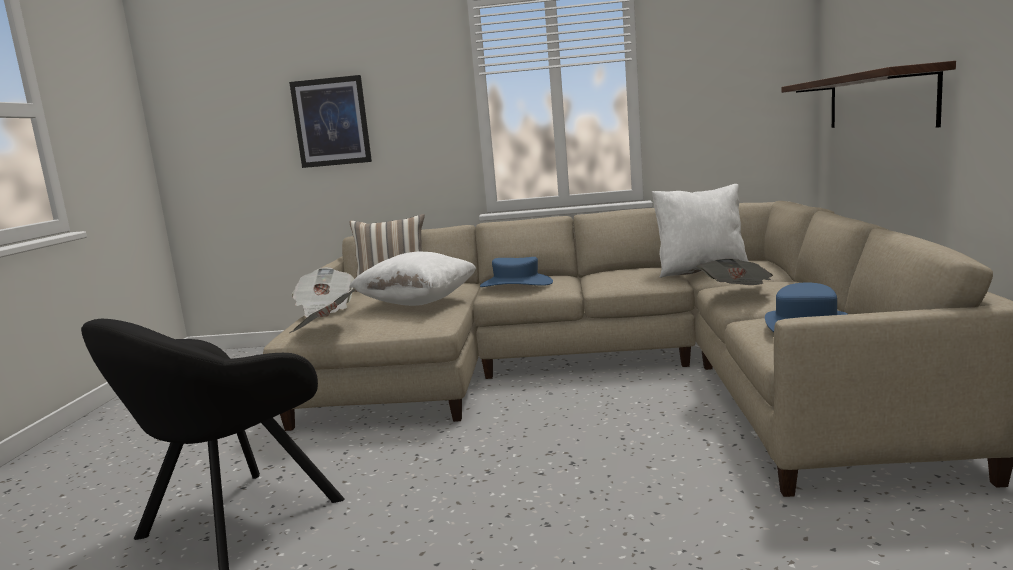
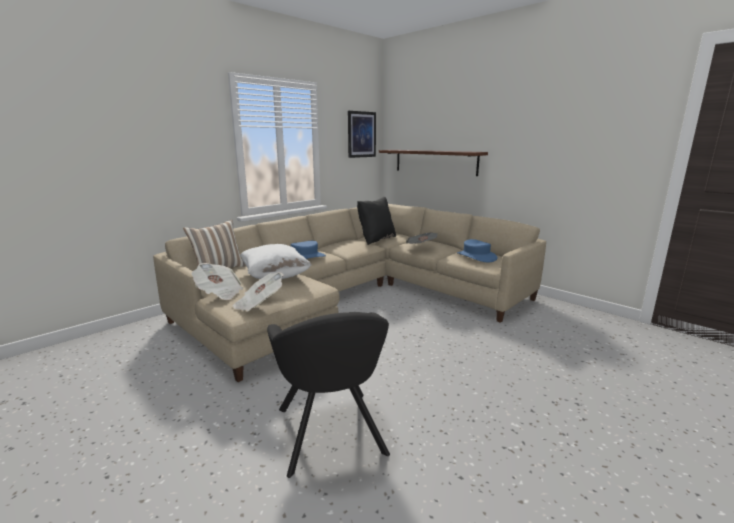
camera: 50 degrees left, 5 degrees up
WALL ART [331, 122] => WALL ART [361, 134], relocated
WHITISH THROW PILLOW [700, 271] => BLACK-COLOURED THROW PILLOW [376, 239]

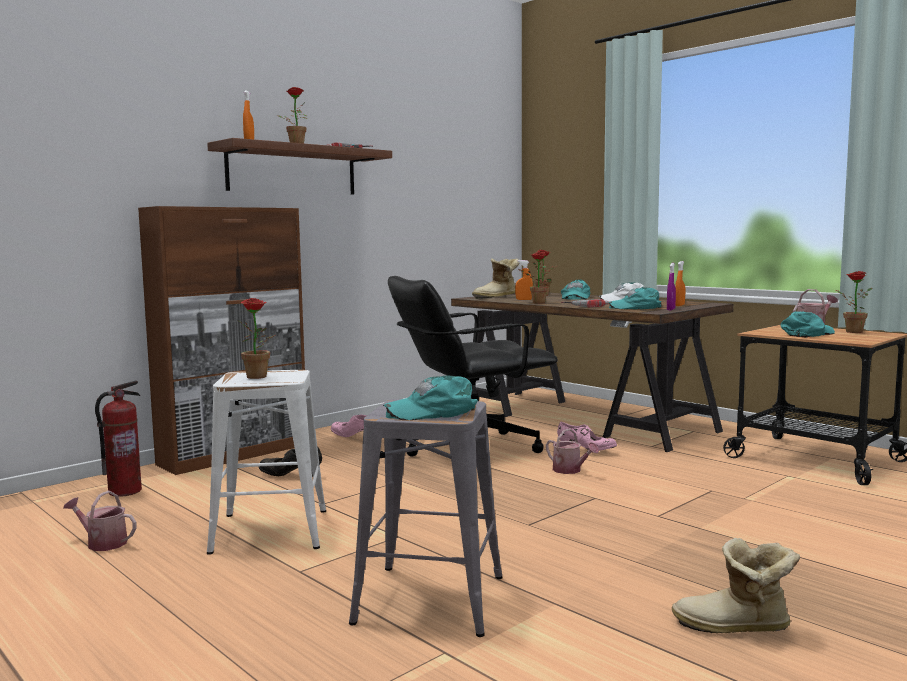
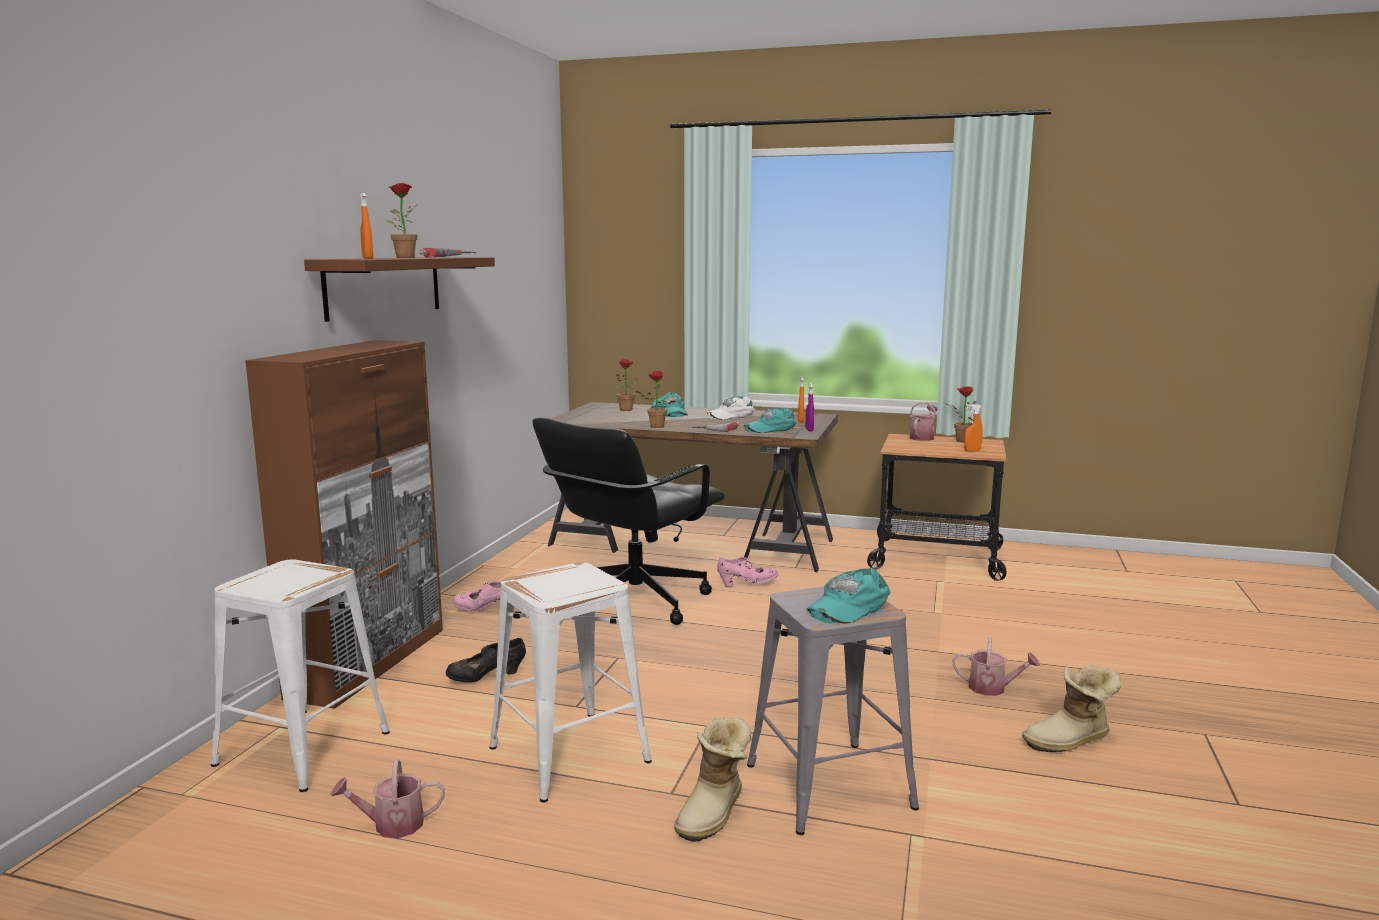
camera: 30 degrees left, 5 degrees up
FIRE EXTINGUISHER [125, 491] => WHITISH SITTING STOOL [302, 747]
POTTED PLANT [259, 377] => nothing
TALL BOOT [497, 297] => TALL BOOT [715, 813], relocated
ORANGE HAND SPRAYER [523, 300] => ORANGE HAND SPRAYER [972, 451], relocated
WATERING POT [570, 470] => WATERING POT [992, 688], relocated
TURQUOISE-COLOURED PEAKED CAP [807, 333] => nothing

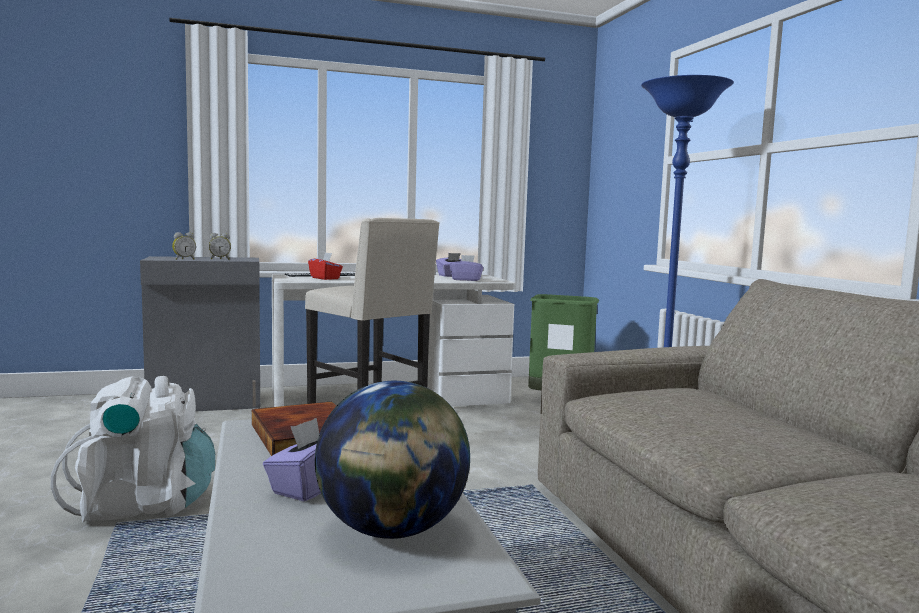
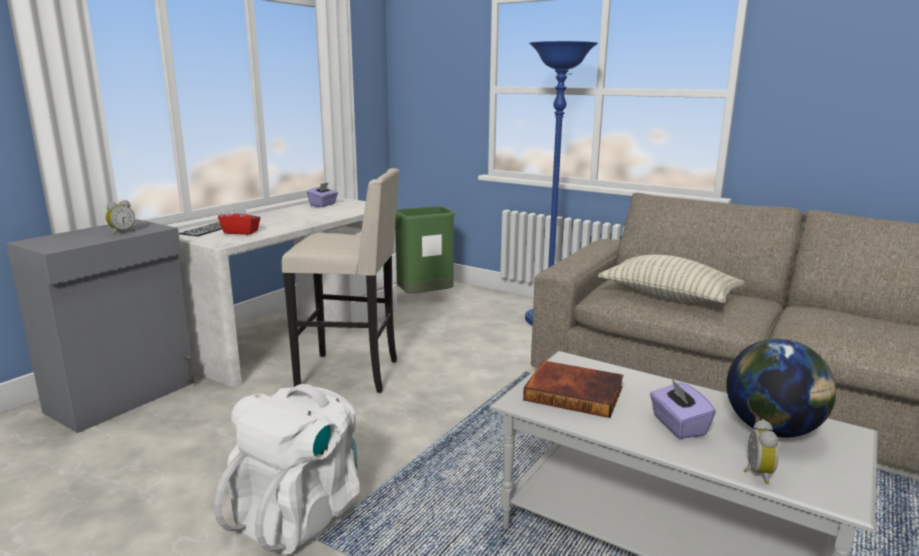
camera: 40 degrees left, 10 degrees up
TABLE CLOCK [184, 259] => TABLE CLOCK [755, 473], relocated
PURPLE-COLOURED TISSUE BOX [466, 280] => nothing
nothing => THROW PILLOW [668, 296]

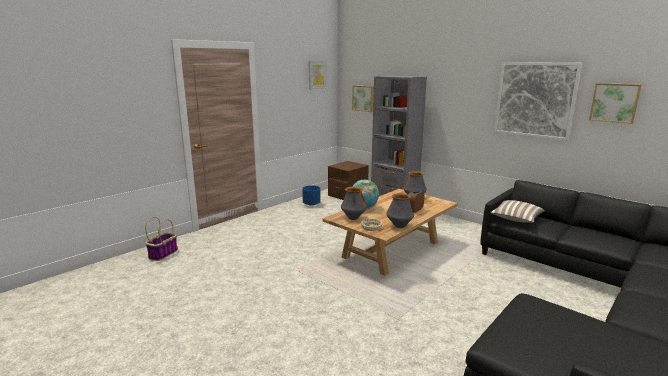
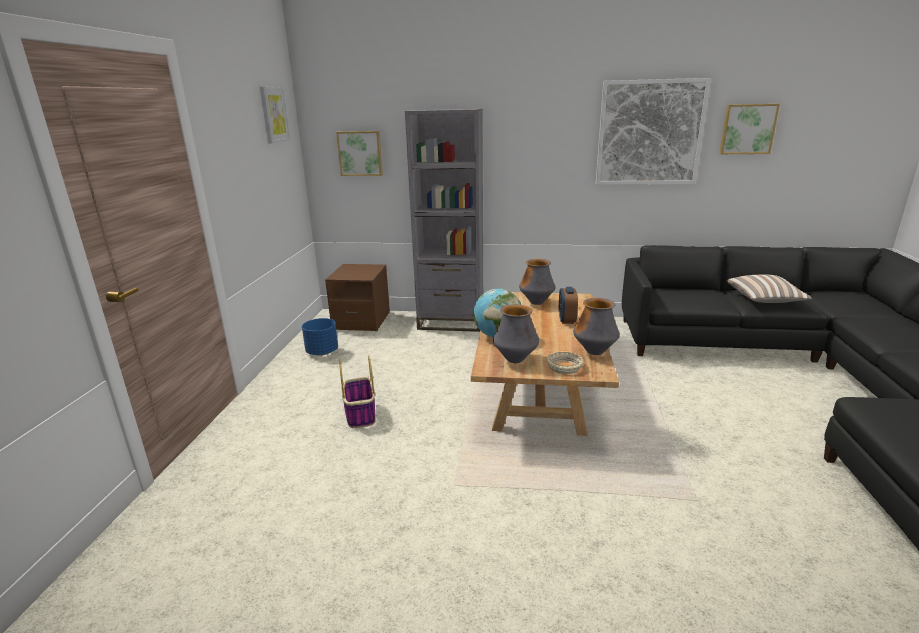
camera: 35 degrees left, 5 degrees up
STORAGE BASKET [163, 254] => STORAGE BASKET [360, 414], relocated
THROW PILLOW [516, 219] => THROW PILLOW [765, 300], relocated

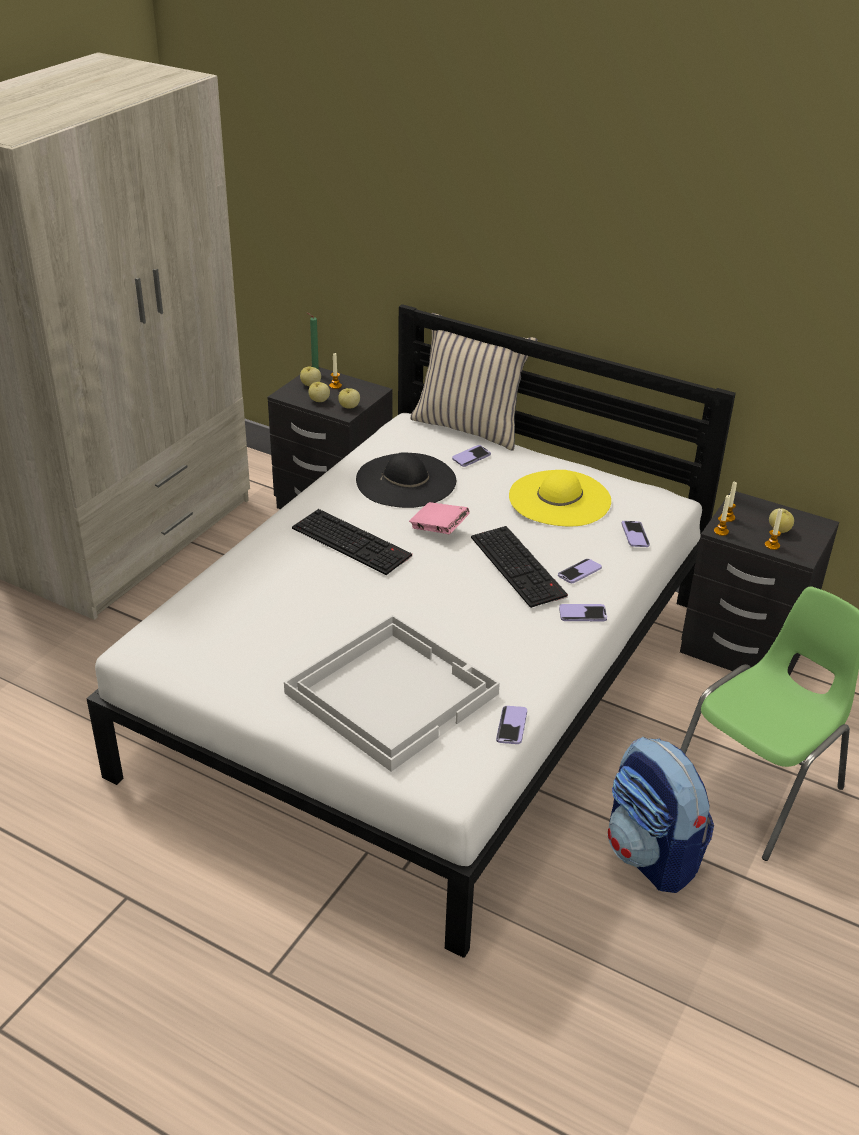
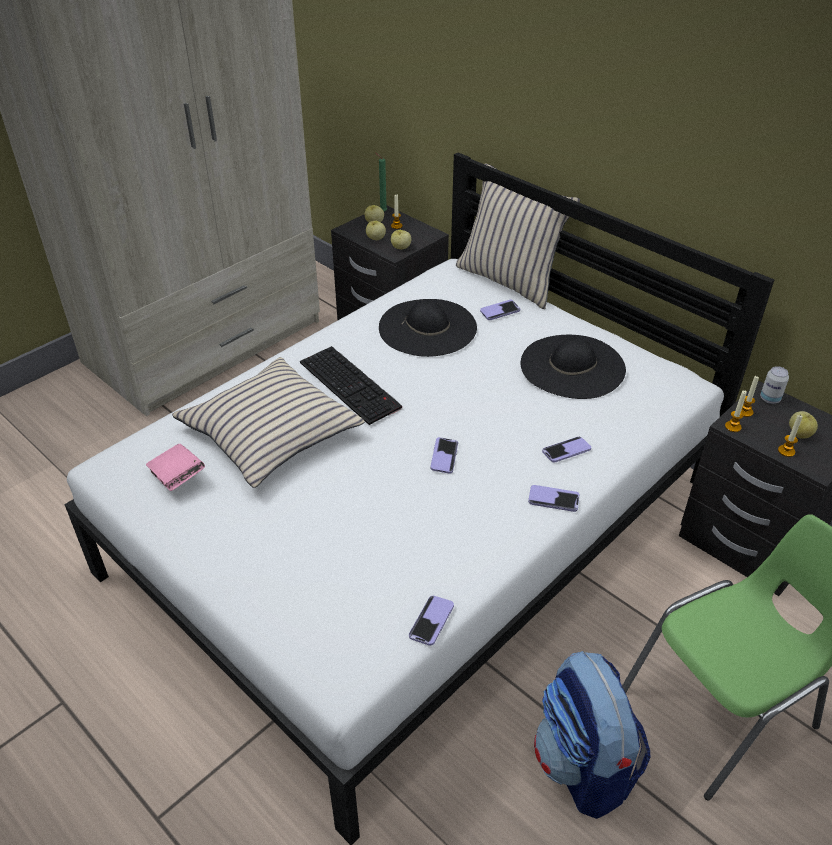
camera: 15 degrees right, 5 degrees up
WHITISH SERVING TRAY [391, 692] => nothing
PINK-COLOURED BOUND BOOK [438, 529] => PINK-COLOURED BOUND BOOK [178, 477], relocated
KEYBOARD [520, 567] => nothing
YELLOW-COLOURED HAT [559, 498] => BLACK-COLOURED HAT [572, 366]
PHONE [635, 535] => PHONE [444, 456], relocated
nothing => BEIGE-COLOURED THROW PILLOW [270, 433]
nothing => METAL CAN [769, 399]

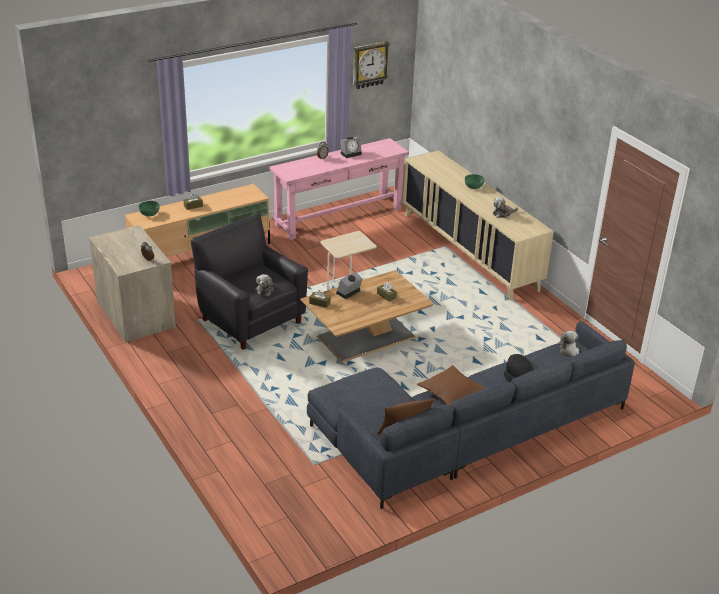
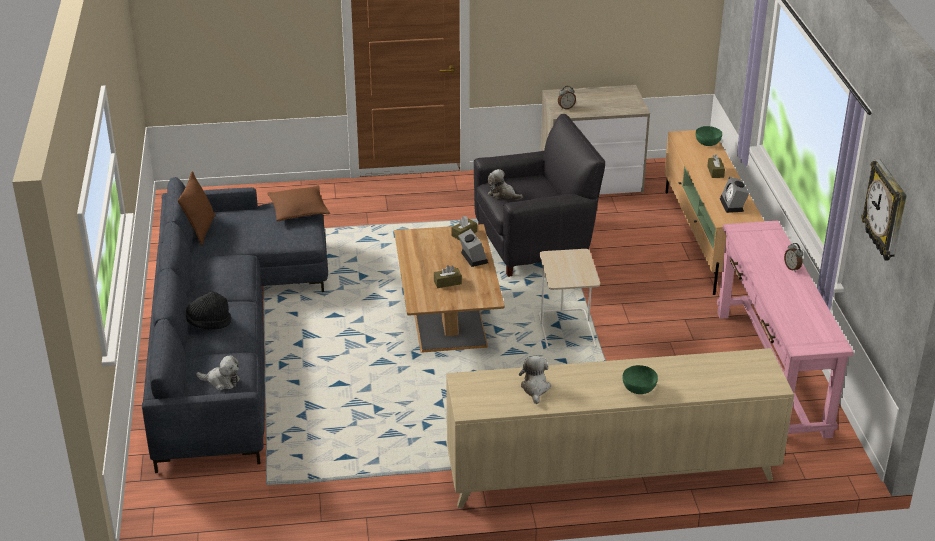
camera: 115 degrees right, 0 degrees up
TABLE CLOCK [351, 153] => TABLE CLOCK [733, 205], relocated
BROWNISH THROW PILLOW [450, 392] => BROWNISH THROW PILLOW [298, 210], relocated

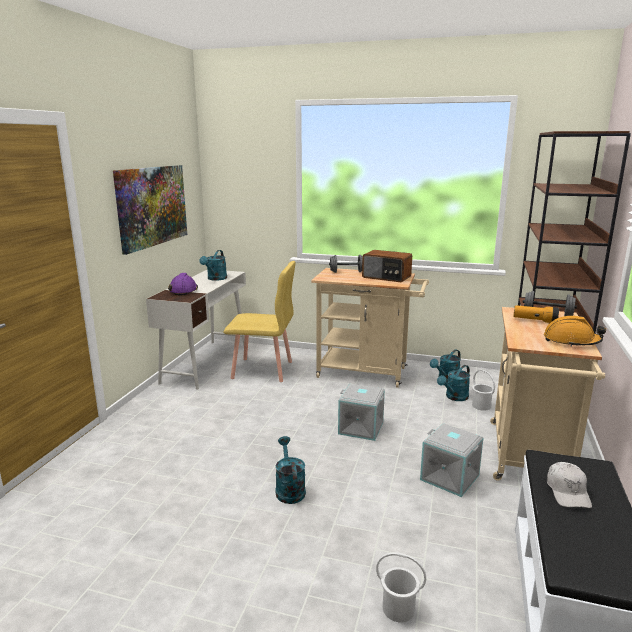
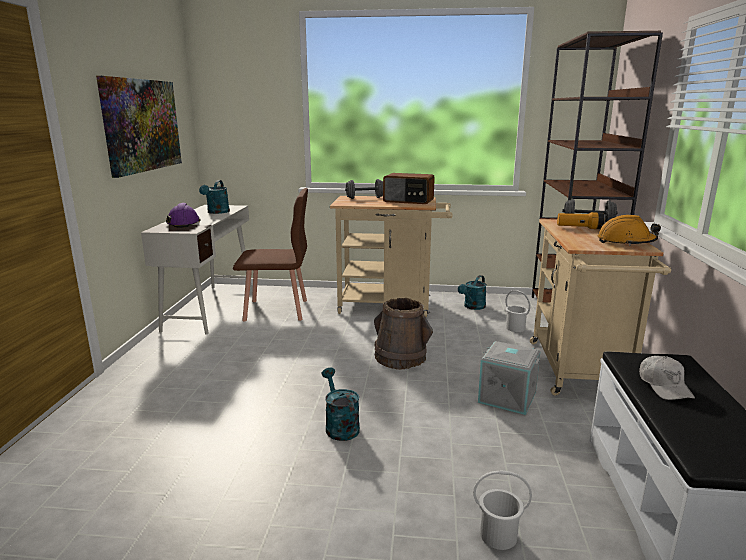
camera: 10 degrees left, 0 degrees up
YELLOW-COLOURED PLAIN CHAIR [263, 370] => BROWNISH PLAIN CHAIR [277, 310]
GRAY STORAGE BIN [361, 427] => BROWNISH BUCKET [400, 357]
TURQUOISE-COLOURED WATERING POT [454, 397] => nothing

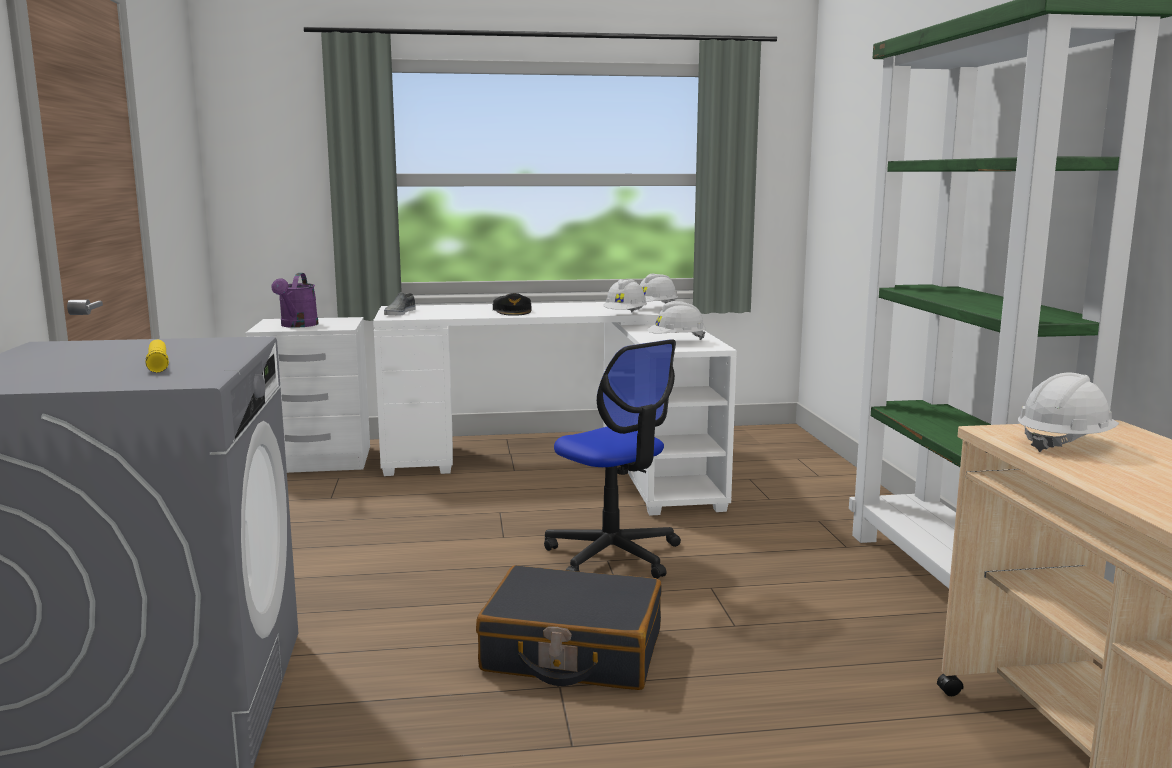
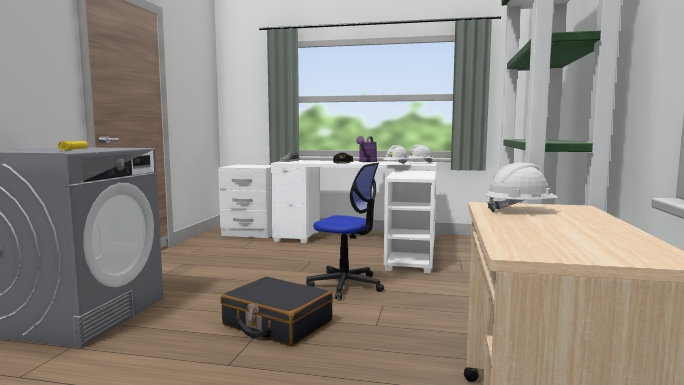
camera: 20 degrees right, 5 degrees down
PURPLE-COLOURED WATERING POT [297, 326] => PURPLE-COLOURED WATERING POT [367, 162], relocated
COMPUTER CHAIR [613, 555] => COMPUTER CHAIR [346, 285], 45 degrees counterclockwise
WHITISH HARD HAT [676, 341] => nothing

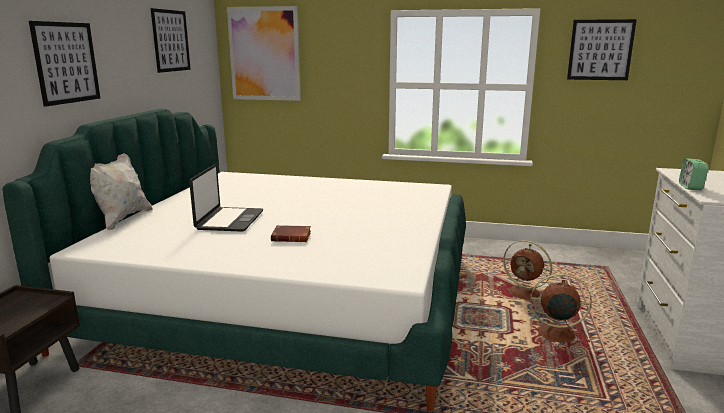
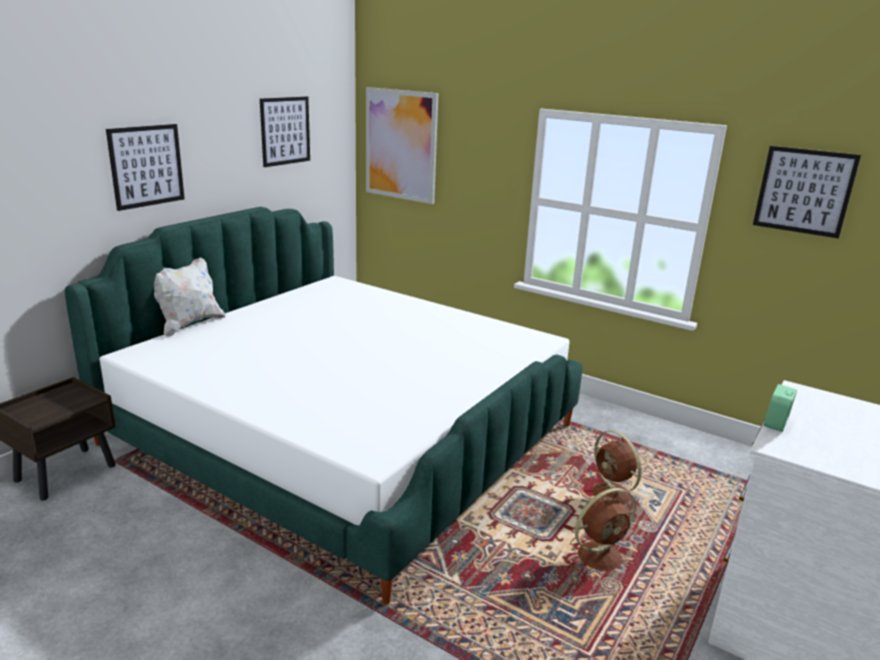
camera: 20 degrees right, 5 degrees up
LAPTOP [229, 220] => nothing
BROWNISH BOUND BOOK [292, 237] => nothing
BROWNISH COOLING FAN [554, 333] => BROWNISH COOLING FAN [601, 556], 120 degrees clockwise

